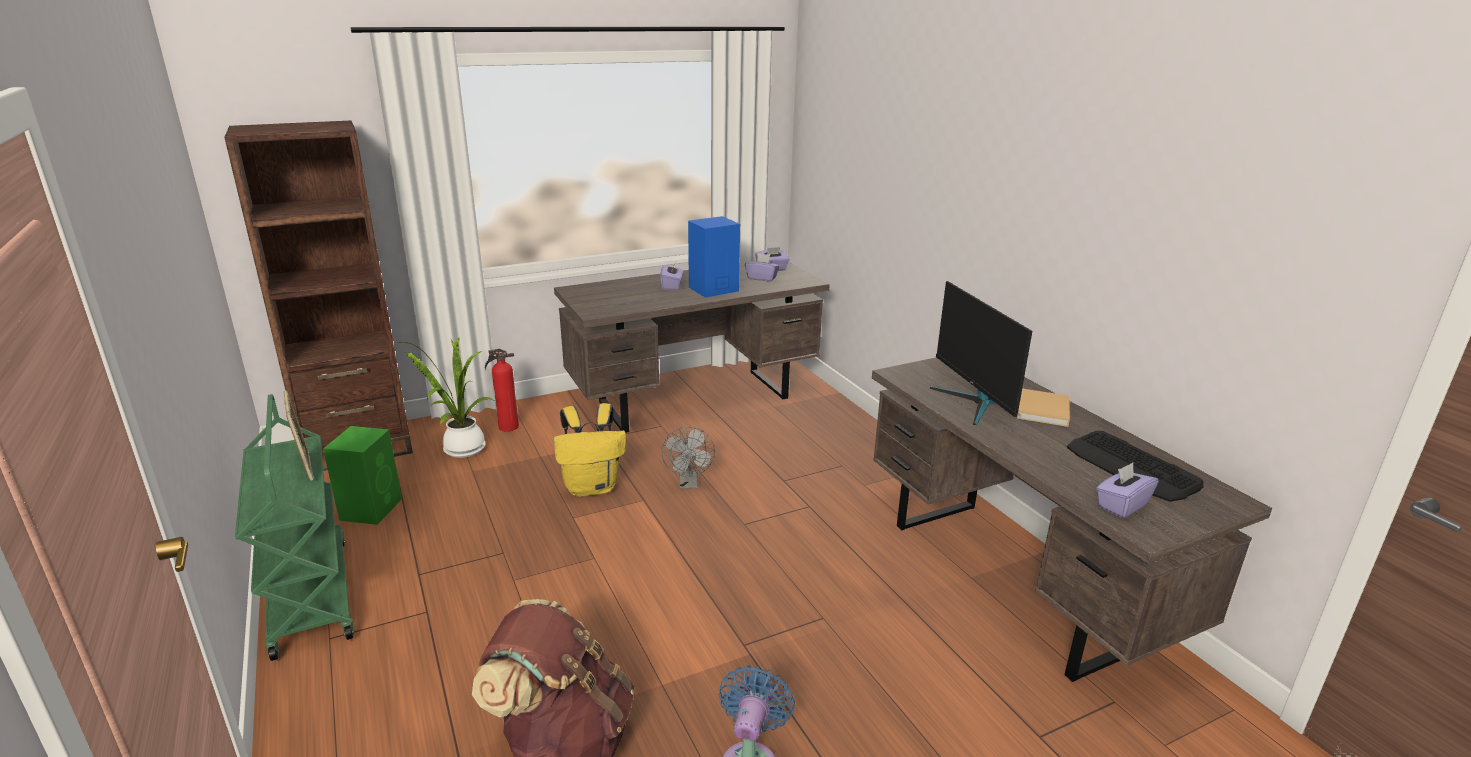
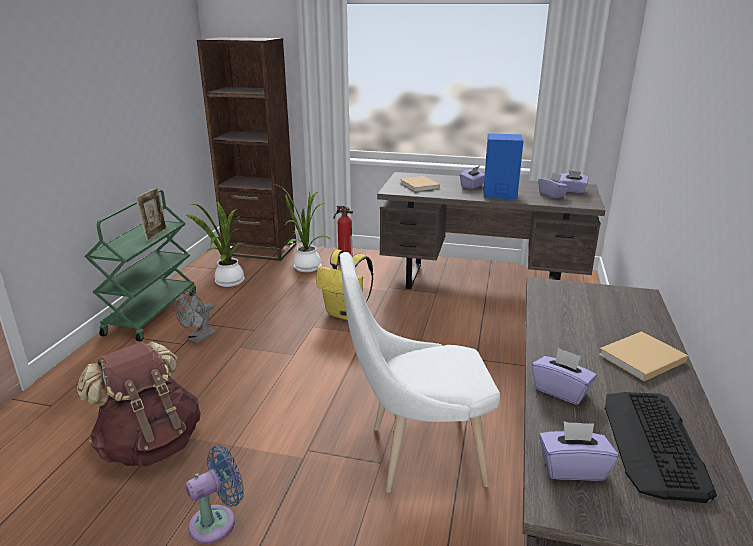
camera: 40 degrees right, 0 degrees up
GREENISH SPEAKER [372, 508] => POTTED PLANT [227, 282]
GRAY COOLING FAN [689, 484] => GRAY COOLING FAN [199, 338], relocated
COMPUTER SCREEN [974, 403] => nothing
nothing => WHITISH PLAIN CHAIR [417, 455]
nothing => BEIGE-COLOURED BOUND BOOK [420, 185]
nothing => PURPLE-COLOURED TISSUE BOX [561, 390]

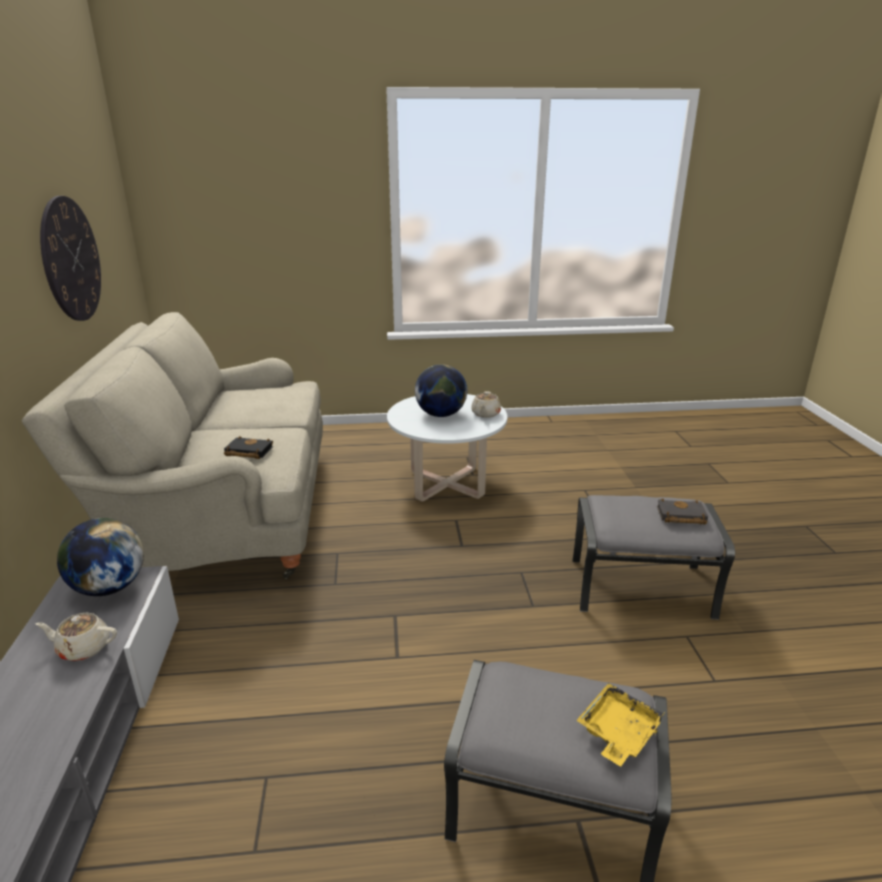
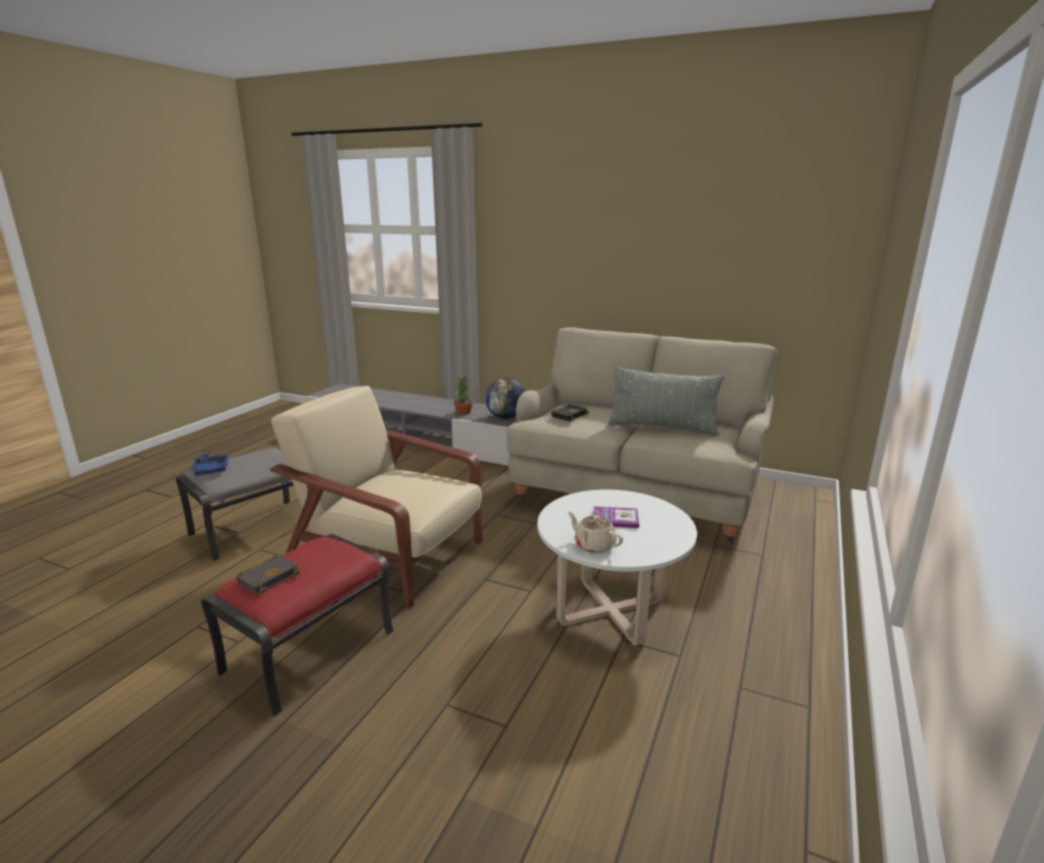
camera: 120 degrees right, 5 degrees down
BEIGE-COLOURED TEAPOT [83, 648] => POTTED PLANT [463, 412]
HANGING CLOCK [71, 259] => nothing
GLOBE [441, 415] => BOUND BOOK [615, 518]
GRAY FOOTREST [641, 587] => REDDISH FOOTREST [309, 653]
YELLOW-COLOURED SERVING TRAY [617, 732] => BLUE-COLOURED SERVING TRAY [211, 469]
nothing => BEIGE-COLOURED ARMCHAIR [389, 554]
nothing => GRAY THROW PILLOW [662, 428]

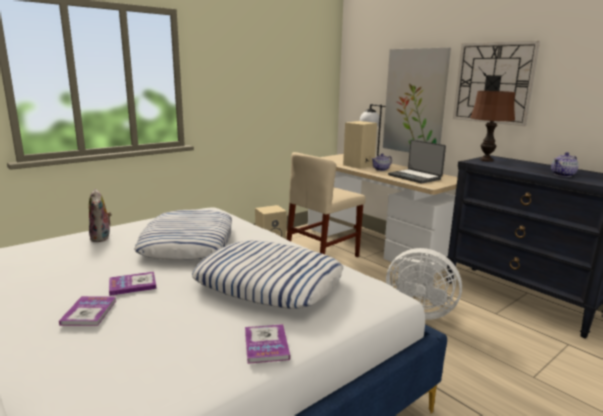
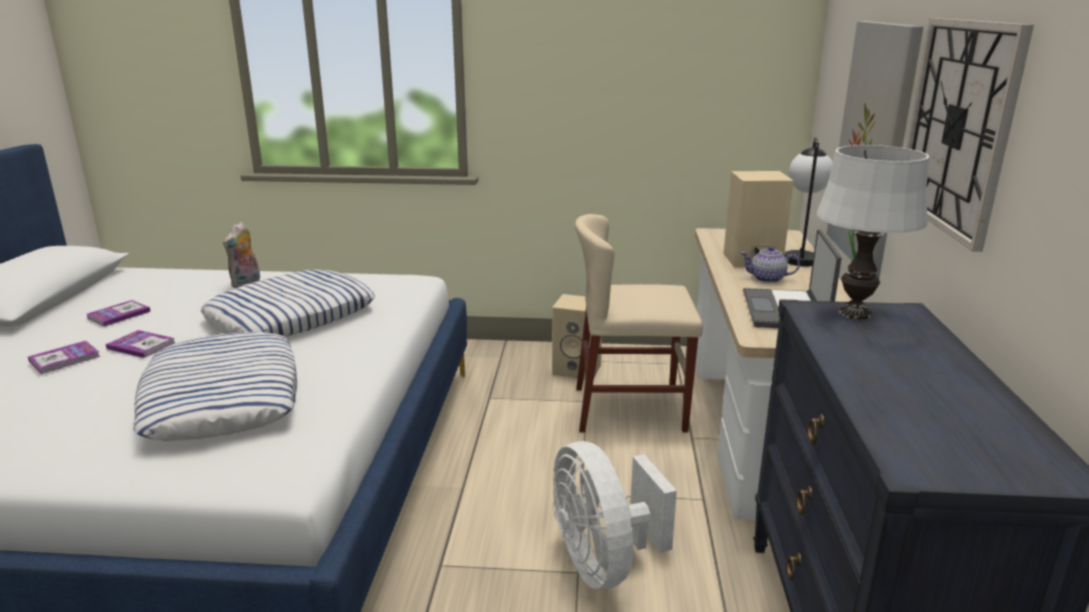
camera: 45 degrees right, 5 degrees up
BOUND BOOK [266, 345] => BOUND BOOK [118, 315], relocated
BROWNISH LAMP FOR A TABLE [486, 160] => WHITISH LAMP FOR A TABLE [854, 313]
TEAPOT [563, 175] => nothing

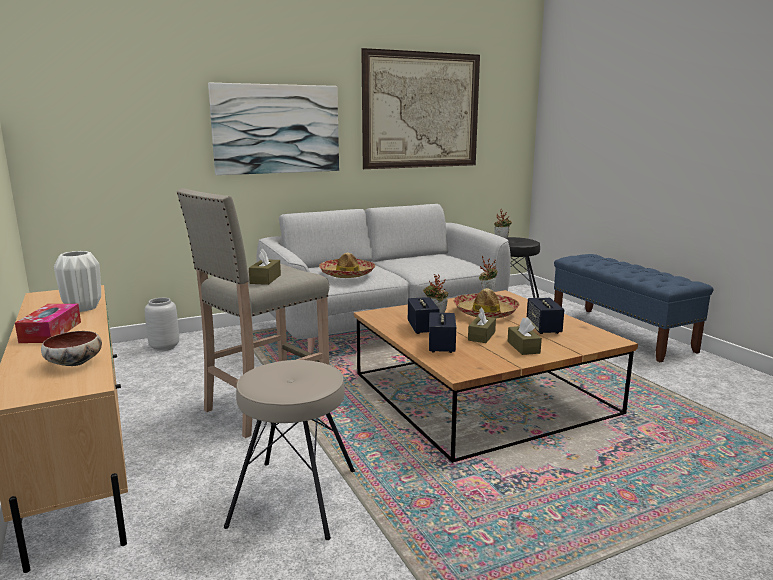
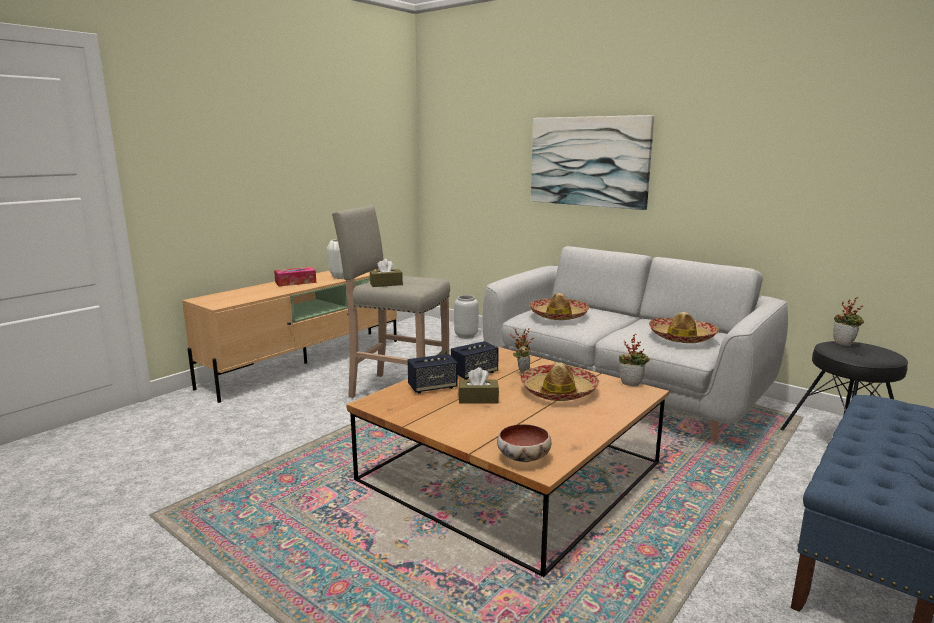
camera: 65 degrees right, 0 degrees up
SERVING BOWL [74, 363] => SERVING BOWL [523, 458], relocated
BEIGE-COLOURED SITTING STOOL [296, 497] => nothing
WALL ART [421, 110] => nothing
BROWNISH TISSUE BOX [523, 347] => nothing
SPEAKER [543, 328] => nothing
nothing => HAT [682, 337]

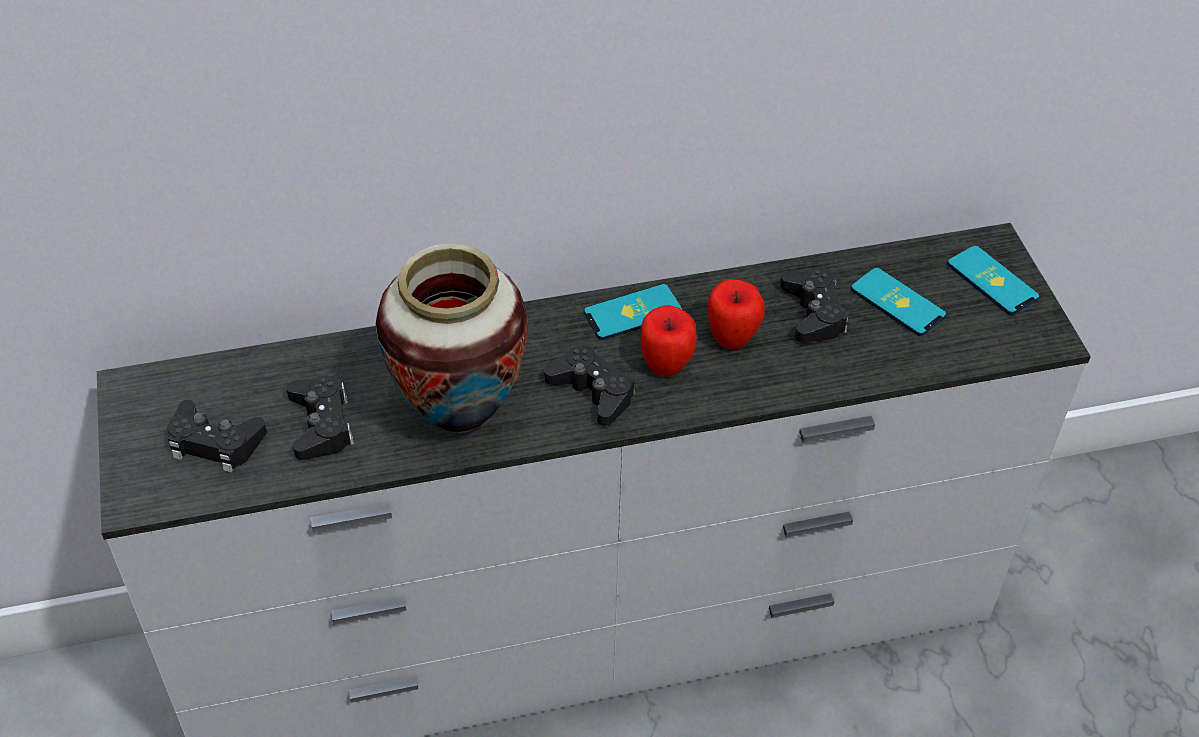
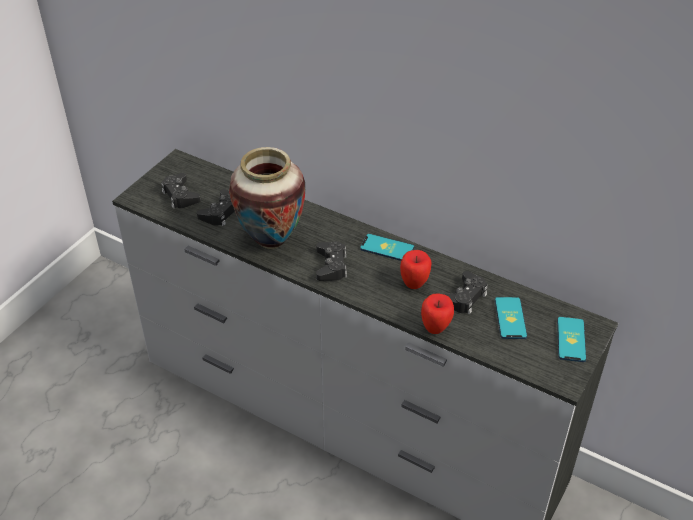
camera: 45 degrees right, 5 degrees down
WHOLE APPLE [666, 366] => WHOLE APPLE [435, 328], relocated

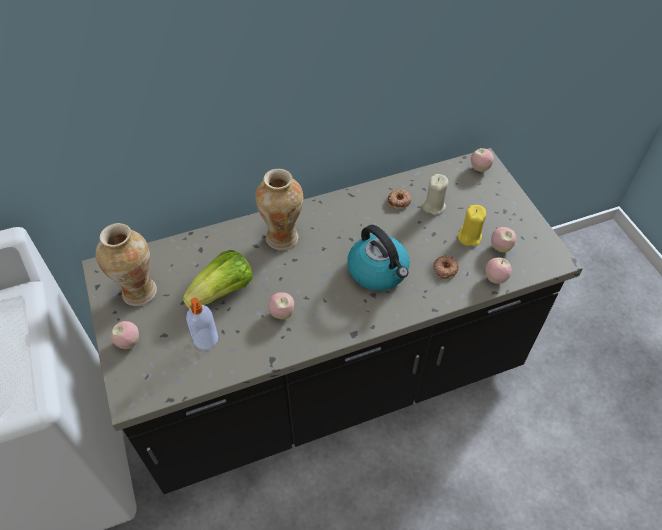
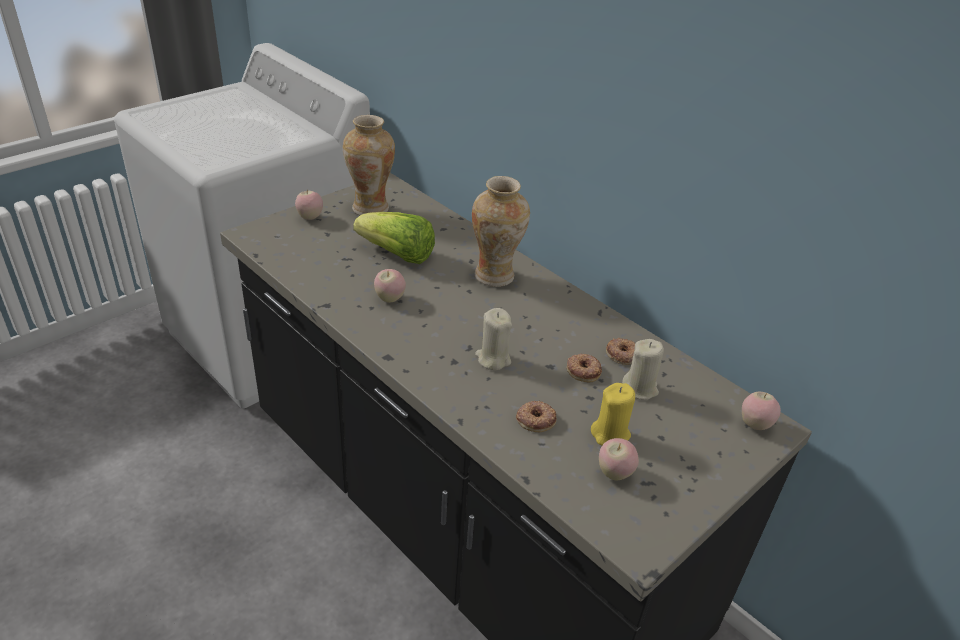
camera: 65 degrees right, 15 degrees down
SOAP BOTTLE [206, 340] => nothing
TEA KETTLE [378, 271] => BEIGE-COLOURED WAX LIGHT [493, 359]
WHOLE APPLE [495, 278] => nothing
nothing => DOUGHNUT [583, 370]

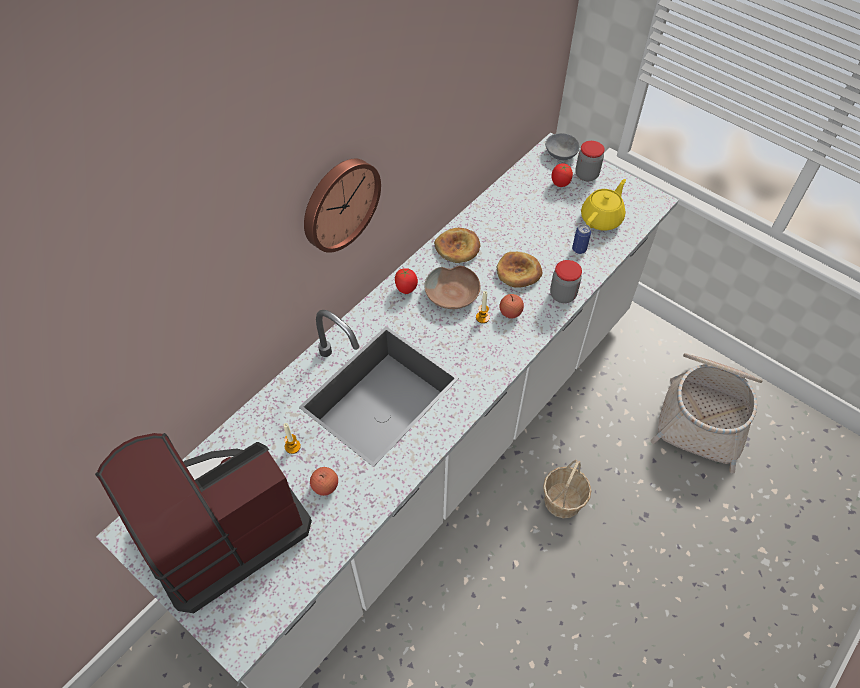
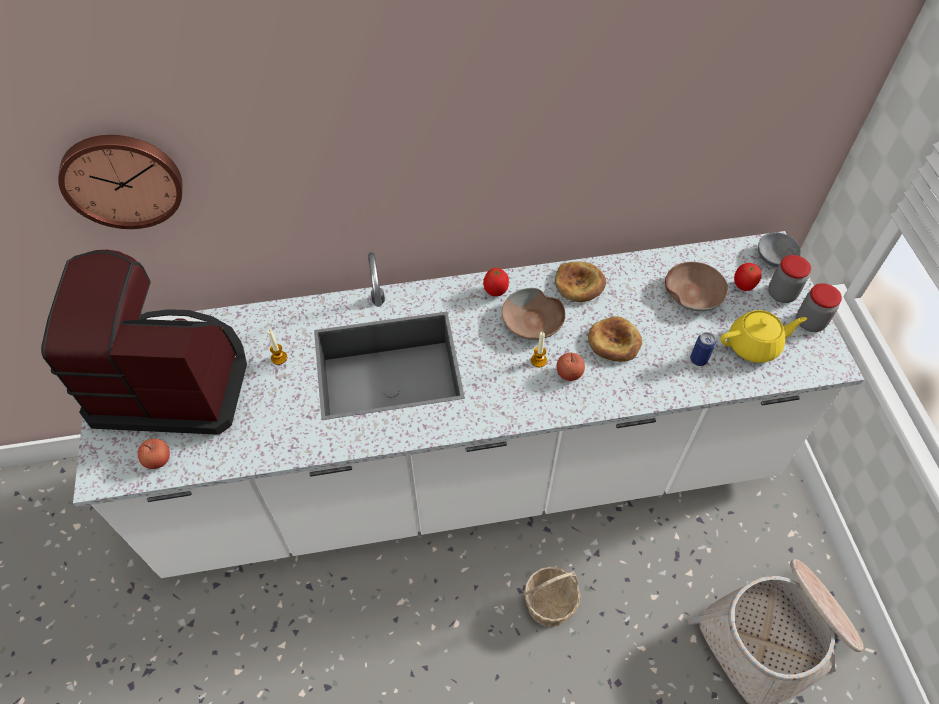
camera: 40 degrees right, 0 degrees up
HANGING CLOCK [339, 203] => HANGING CLOCK [122, 179], relocated
WHOLE APPLE [325, 486] => WHOLE APPLE [158, 460], relocated
JAR [562, 295] => JAR [810, 322], relocated
nothing => BROWNISH SERVING BOWL [692, 293]

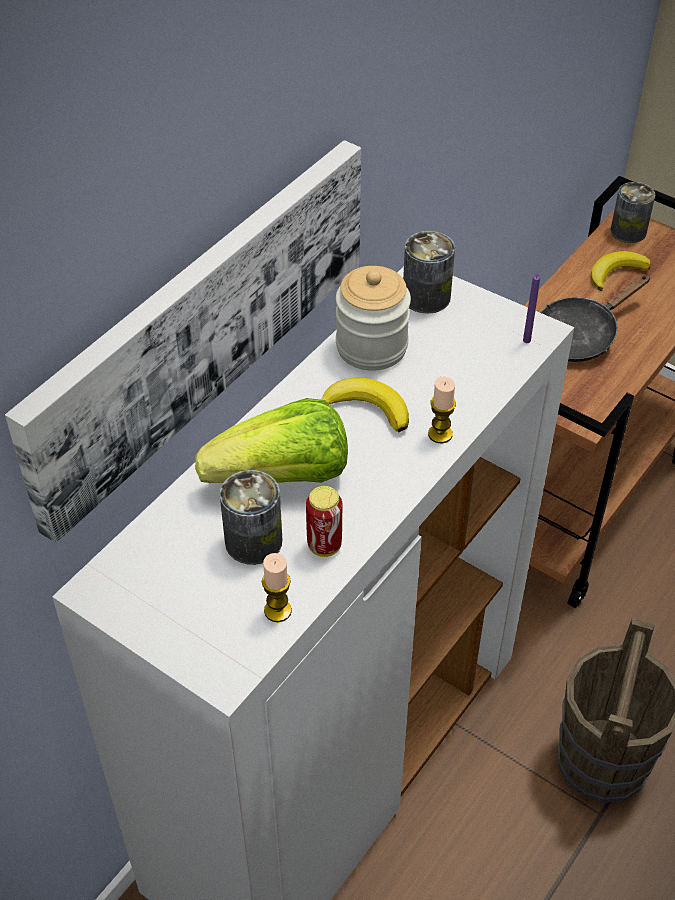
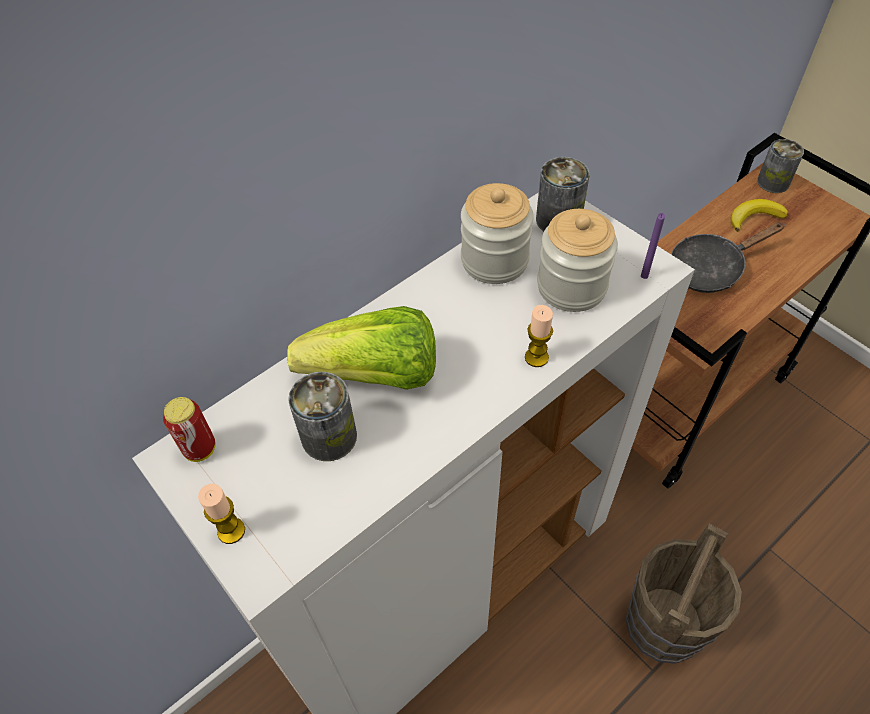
camera: 15 degrees right, 5 degrees up
WALL ART [198, 325] => nothing
WAX LIGHT [277, 610] => WAX LIGHT [231, 531], relocated
METAL CAN [324, 545] => METAL CAN [200, 449], relocated
BANANA FRUIT [368, 408] => nothing
nothing => JAR [571, 286]

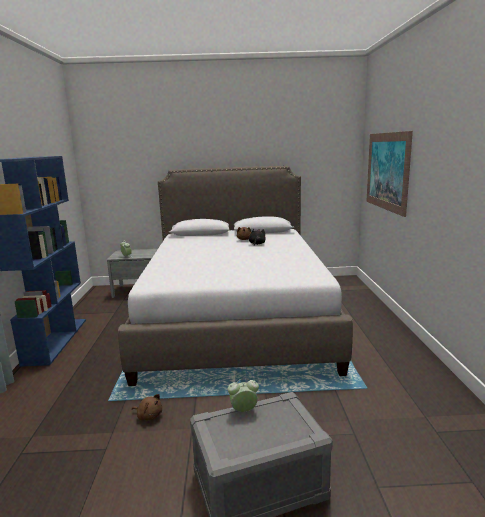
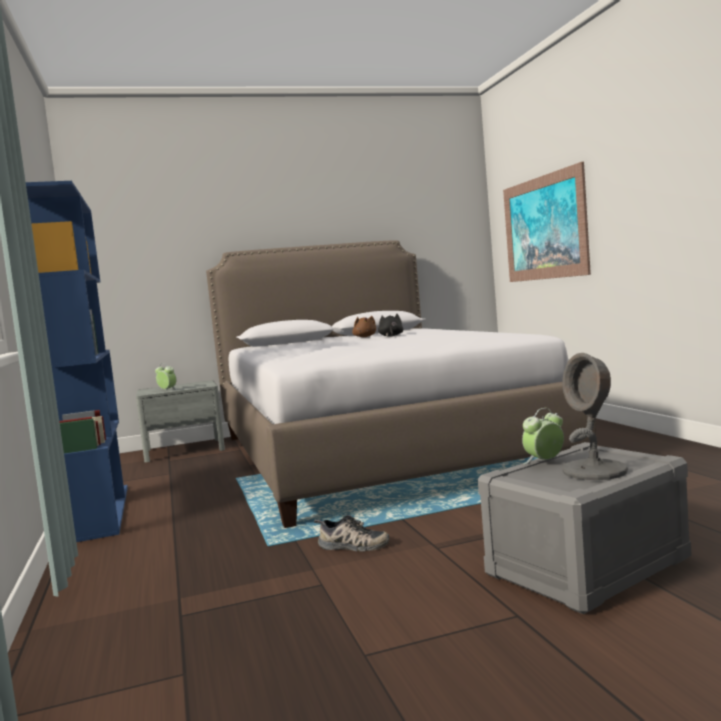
camera: 15 degrees left, 10 degrees down
BROWNISH SOFT TOY [149, 415] => LOW SHOE [352, 546]
nothing => GRAY LAMP FOR A TABLE [595, 471]

